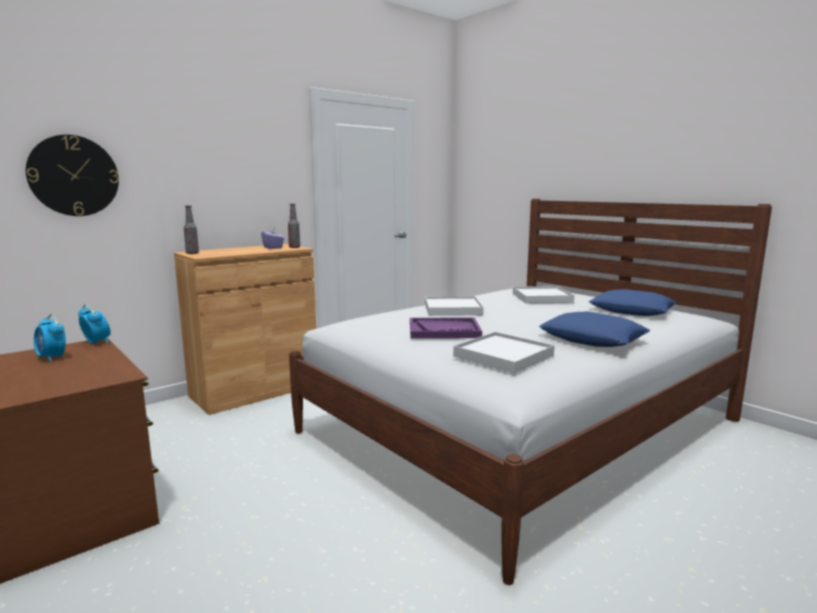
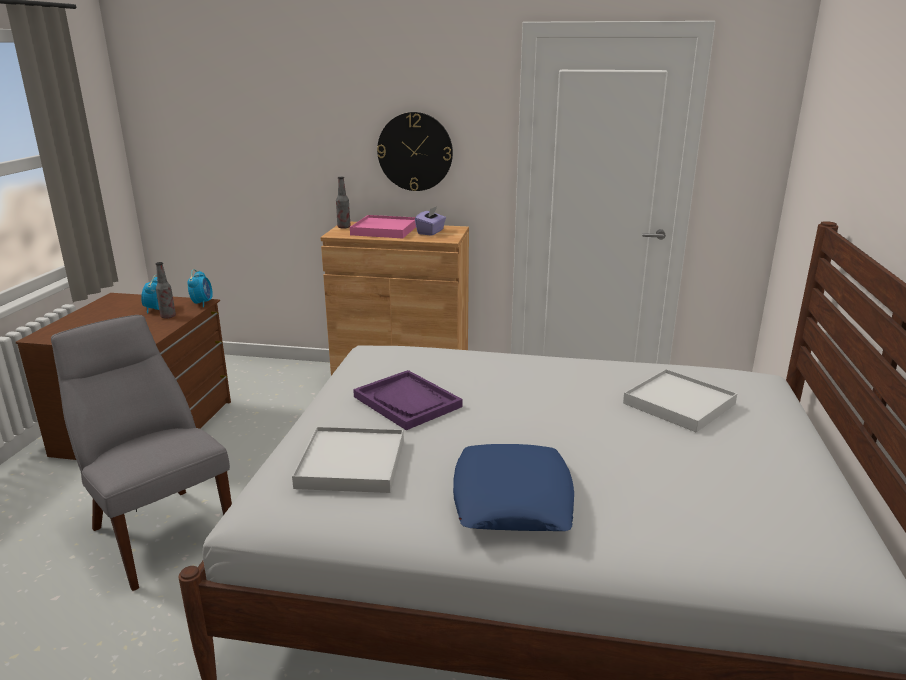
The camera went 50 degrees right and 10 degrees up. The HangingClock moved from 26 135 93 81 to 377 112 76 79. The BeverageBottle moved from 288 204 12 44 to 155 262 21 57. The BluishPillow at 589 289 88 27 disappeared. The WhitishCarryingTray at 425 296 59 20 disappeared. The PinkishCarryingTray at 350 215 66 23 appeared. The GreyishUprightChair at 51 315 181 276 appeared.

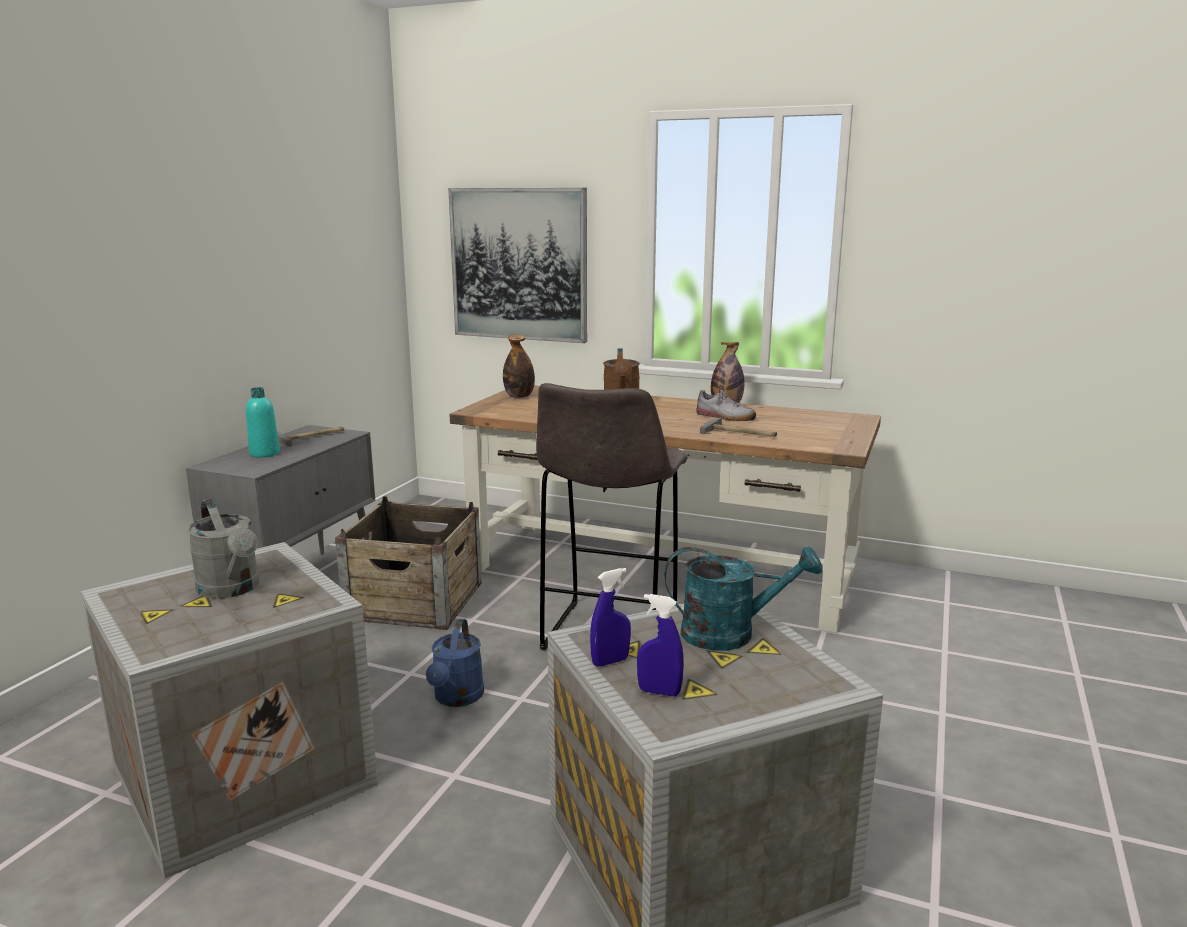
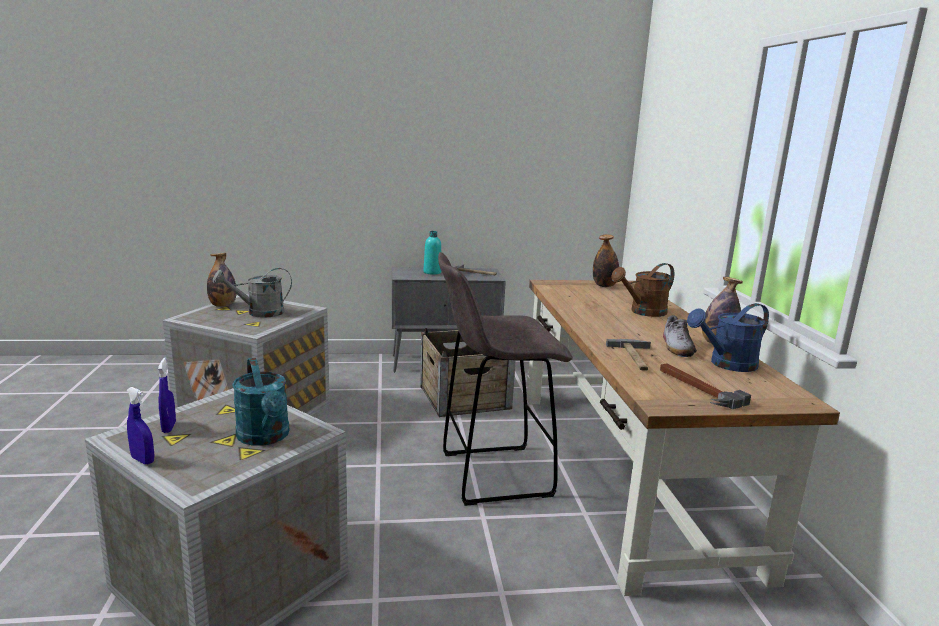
The camera went 60 degrees right and 0 degrees up. The WallArt at 448 188 139 155 disappeared. The GreyishWateringCan at 187 499 73 100 turned 45 degrees clockwise. The BluishSprayer moved from 590 568 41 98 to 127 387 27 77. The BluishWateringCan moved from 426 619 58 88 to 687 303 82 69. The BeverageBottle at 207 253 29 54 appeared. The ToolHammer at 660 363 91 46 appeared.

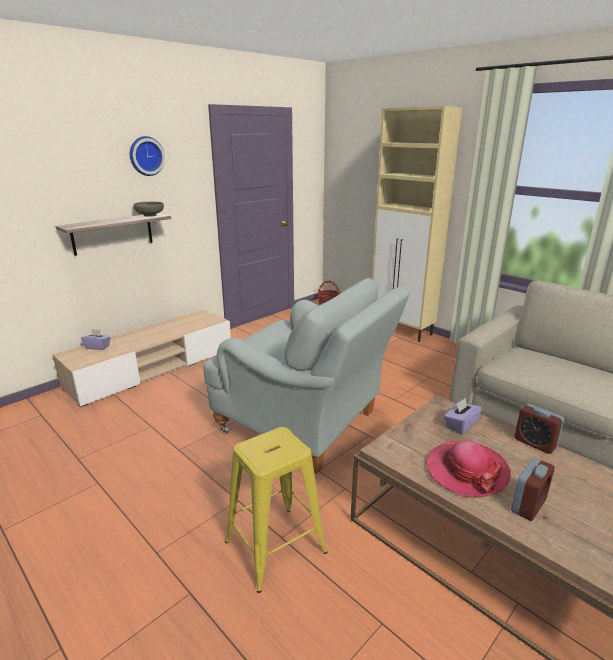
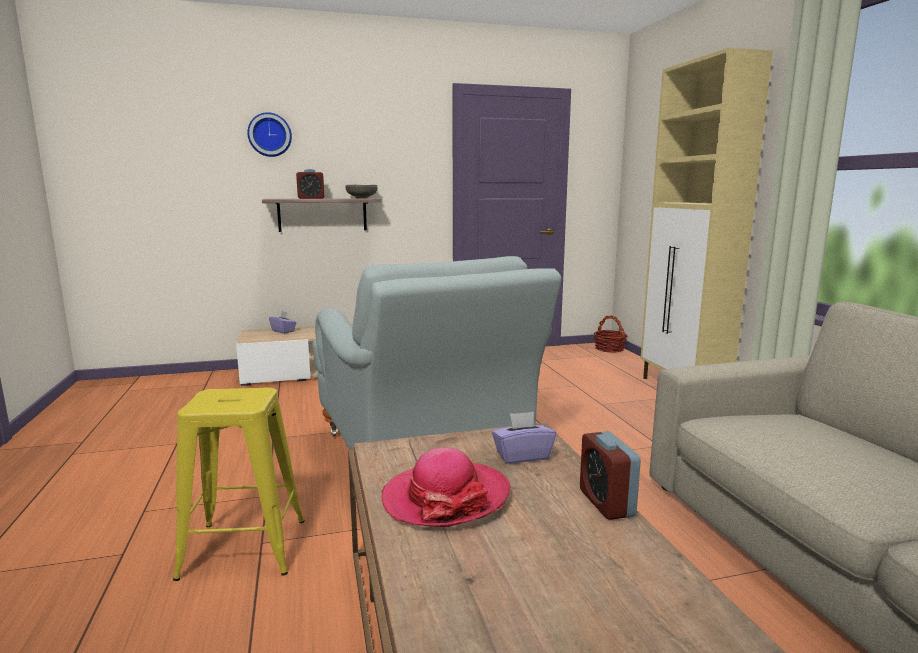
The camera went 30 degrees right and 10 degrees down. The HangingClock moved from 130 136 35 40 to 247 112 45 45. The BedsideClock moved from 511 458 44 63 to 296 169 28 30.

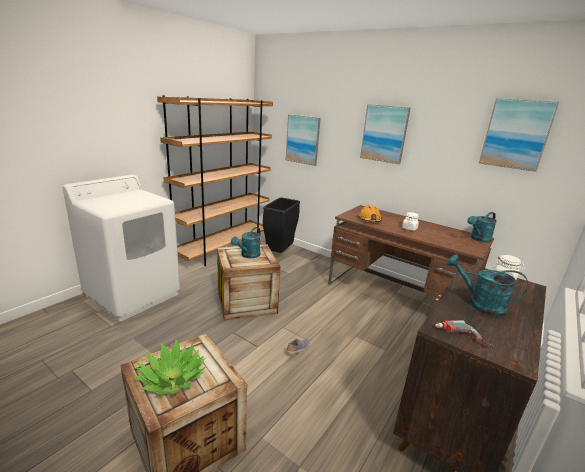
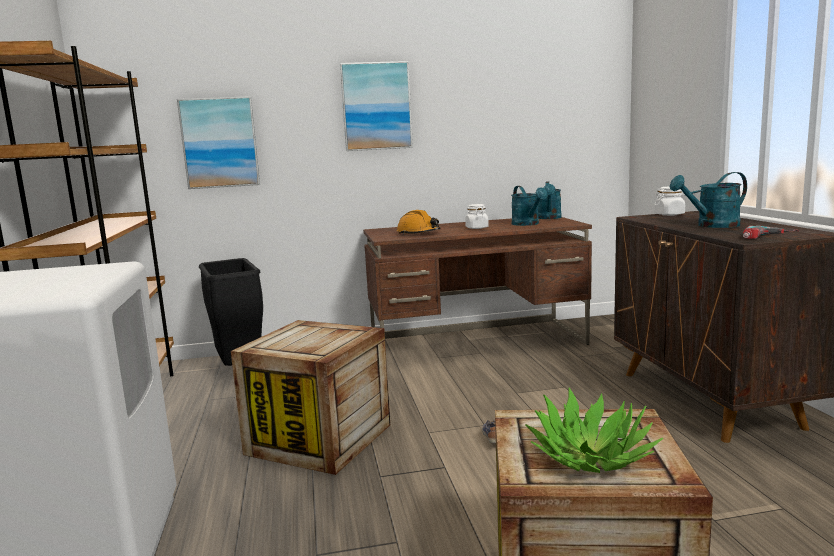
The camera went 45 degrees left and 10 degrees down. The WallArt at 479 98 81 74 disappeared. The TurquoiseColouredWateringCan moved from 231 227 30 31 to 511 186 37 40.

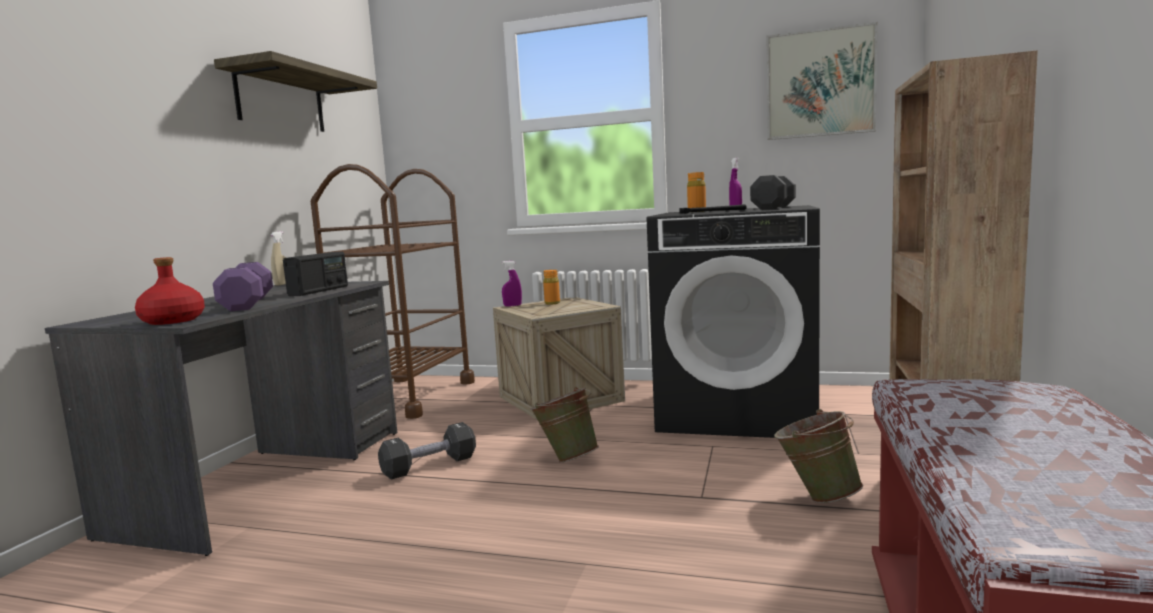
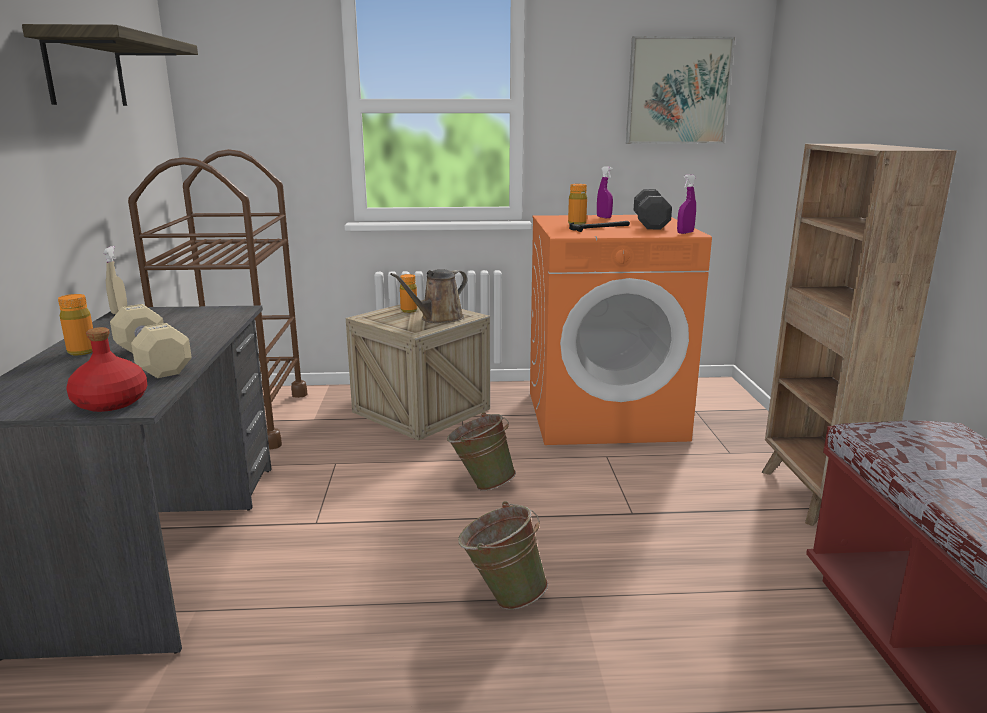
The camera went 20 degrees left and 10 degrees up. The BlackColouredLaundryMachine at 647 205 173 233 became the OrangeColouredLaundryMachine at 530 215 182 230. The RadioSet at 283 252 65 44 disappeared. The PurpleColouredSprayer moved from 502 261 20 46 to 677 175 19 59. The PurpleColouredDumbbell at 213 262 60 49 became the BeigeColouredDumbbell at 110 304 82 74. The GreenPail moved from 774 409 89 94 to 458 501 90 109. The BlackColouredDumbbell at 378 422 98 58 disappeared. The BrownColouredWateringCan at 390 269 77 54 appeared. The OrangeColouredBeverageBottle at 58 294 35 61 appeared.

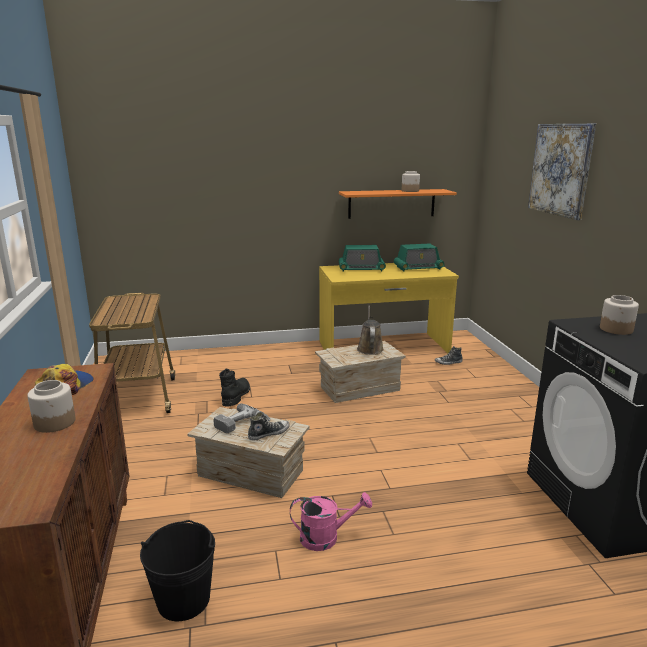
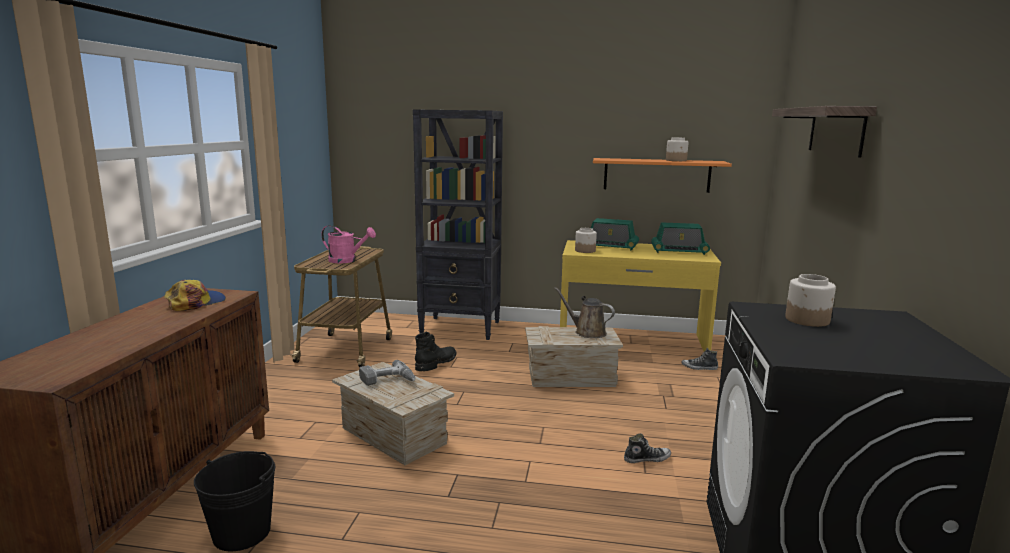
The camera went 20 degrees right and 5 degrees down. The WallArt at 528 123 68 97 was replaced by the BracketShelf at 772 106 105 52. The BrownColouredWateringCan at 357 305 27 50 turned 75 degrees counterclockwise. The PreserveJar moved from 27 380 49 53 to 575 228 22 25. The Shoe moved from 248 412 42 28 to 624 433 47 30. The PinkishWateringCan moved from 290 492 82 59 to 321 225 55 38. The BlackColouredBookshelf at 413 109 90 231 appeared.

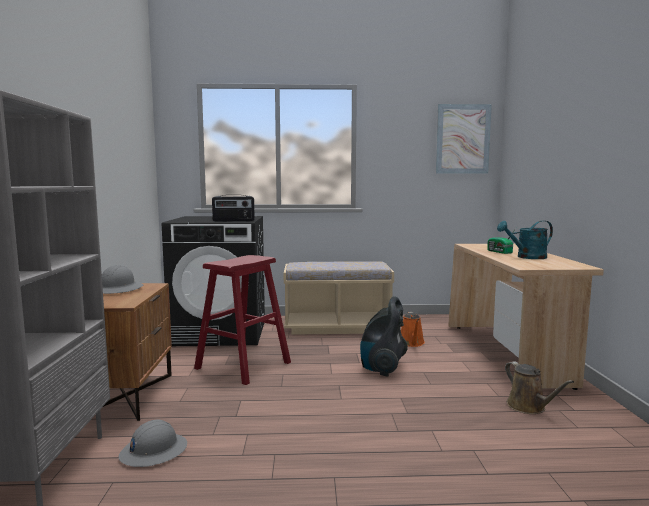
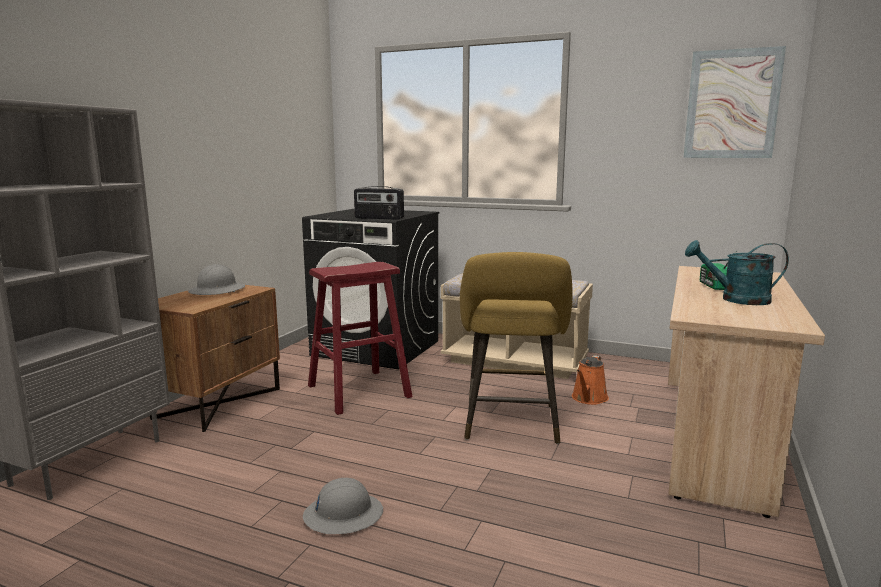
The camera went 25 degrees right and 5 degrees up. The VacuumCleaner at 360 296 48 81 was replaced by the YellowishStoolSeat at 460 252 113 192. The BrownColouredWateringCan at 505 362 69 52 disappeared. The GreyishSafetyHelmet moved from 119 419 68 48 to 303 478 80 56.

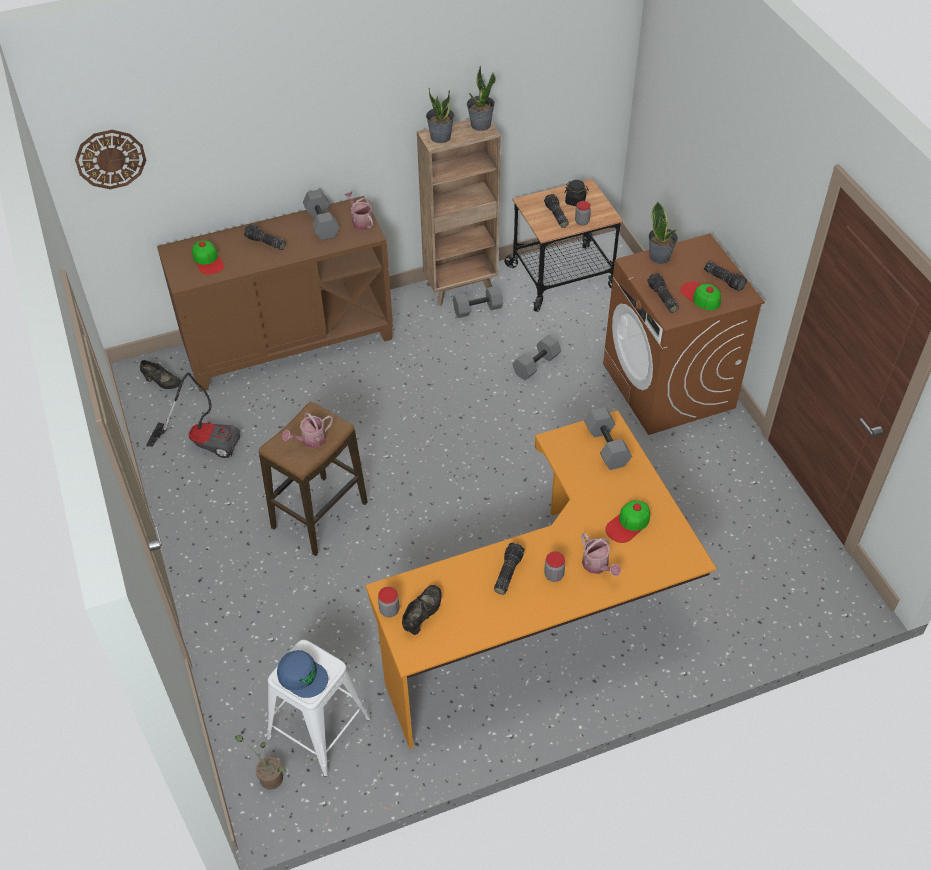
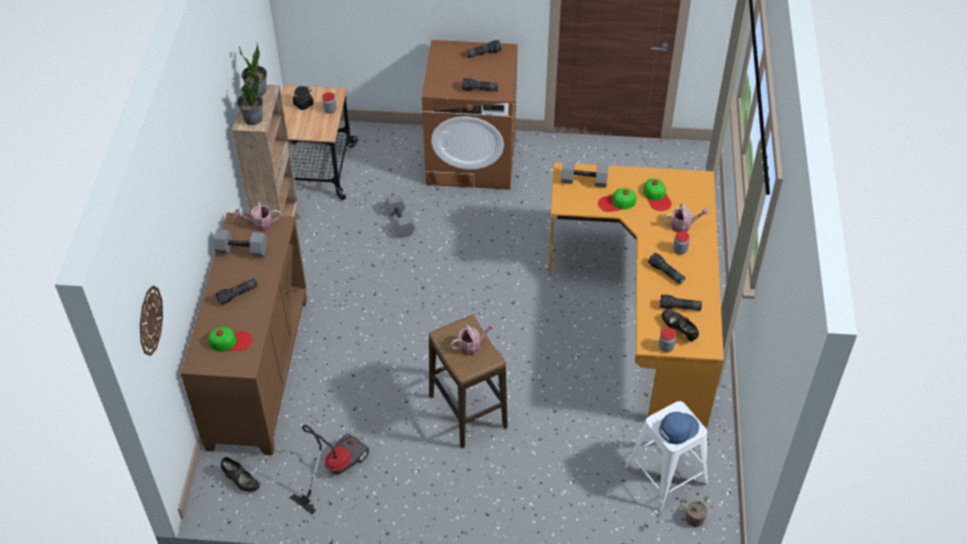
The camera went 65 degrees left and 0 degrees up. The Flashlight moved from 544 194 25 34 to 660 294 42 17. The PlantInAPot at 648 201 30 63 disappeared. The Cap moved from 680 282 41 28 to 598 188 38 24. The GreyishDumbbell at 453 285 50 33 disappeared. The BlackColouredShoe at 140 360 41 29 turned 75 degrees clockwise. The WateringCan at 282 412 51 36 turned 105 degrees counterclockwise.

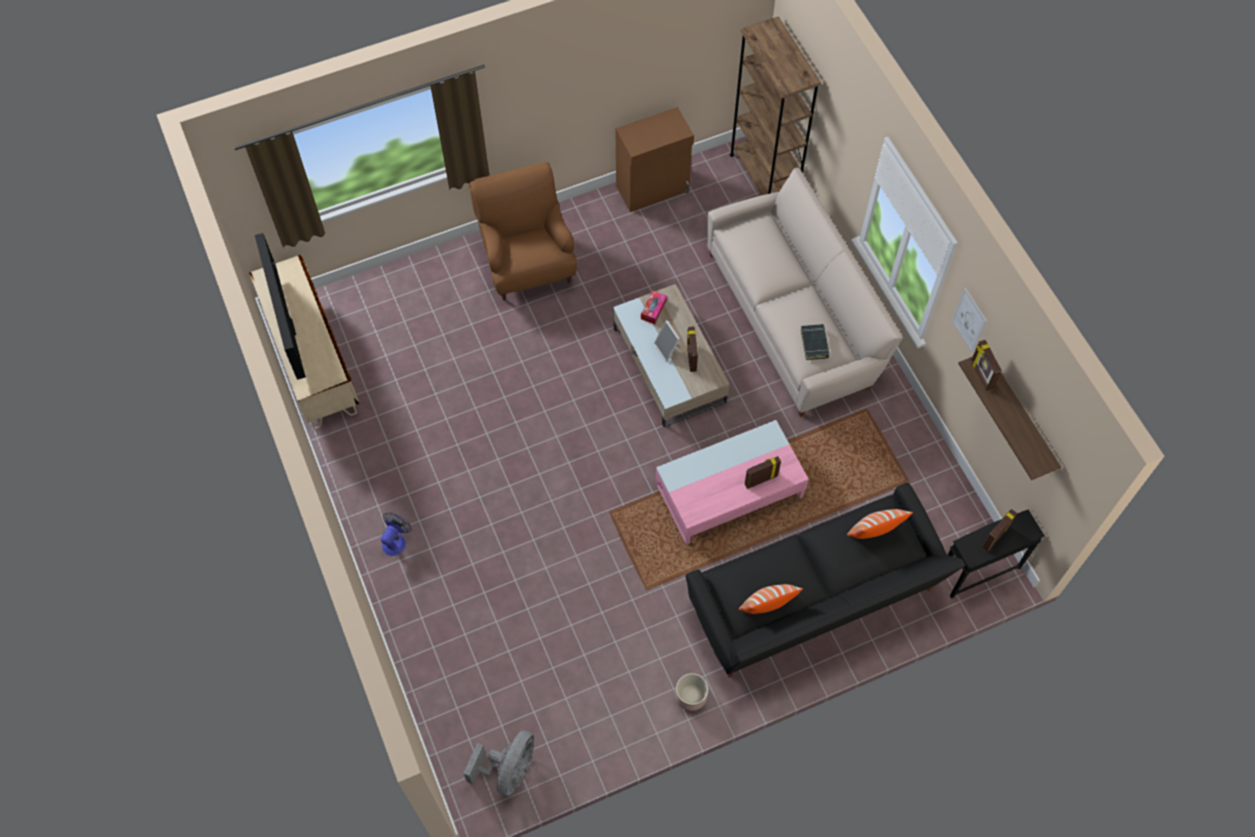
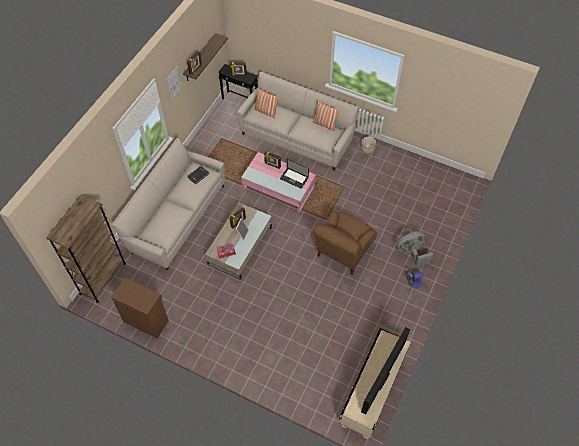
The camera went 130 degrees left and 5 degrees down. The BrownColouredArmchair moved from 469 162 108 139 to 313 211 64 64. The BlackColouredSettee at 686 483 279 195 became the BeigeColouredSettee at 237 72 122 99. The GreyishFan moved from 463 731 71 65 to 396 232 37 35. The NotebookComputer at 280 159 29 30 appeared.

